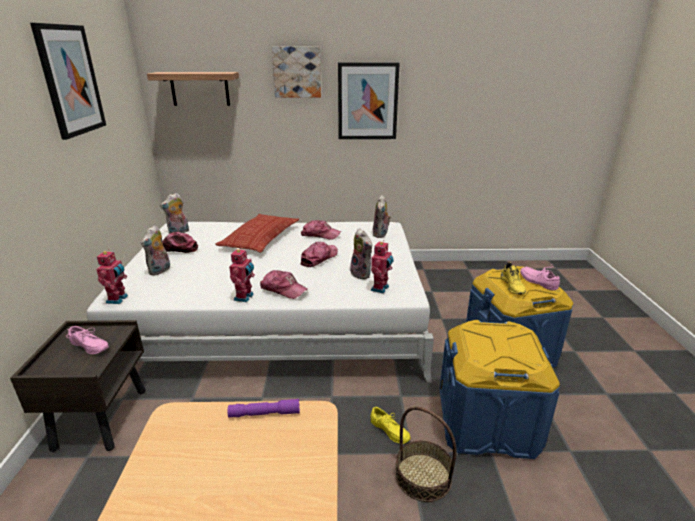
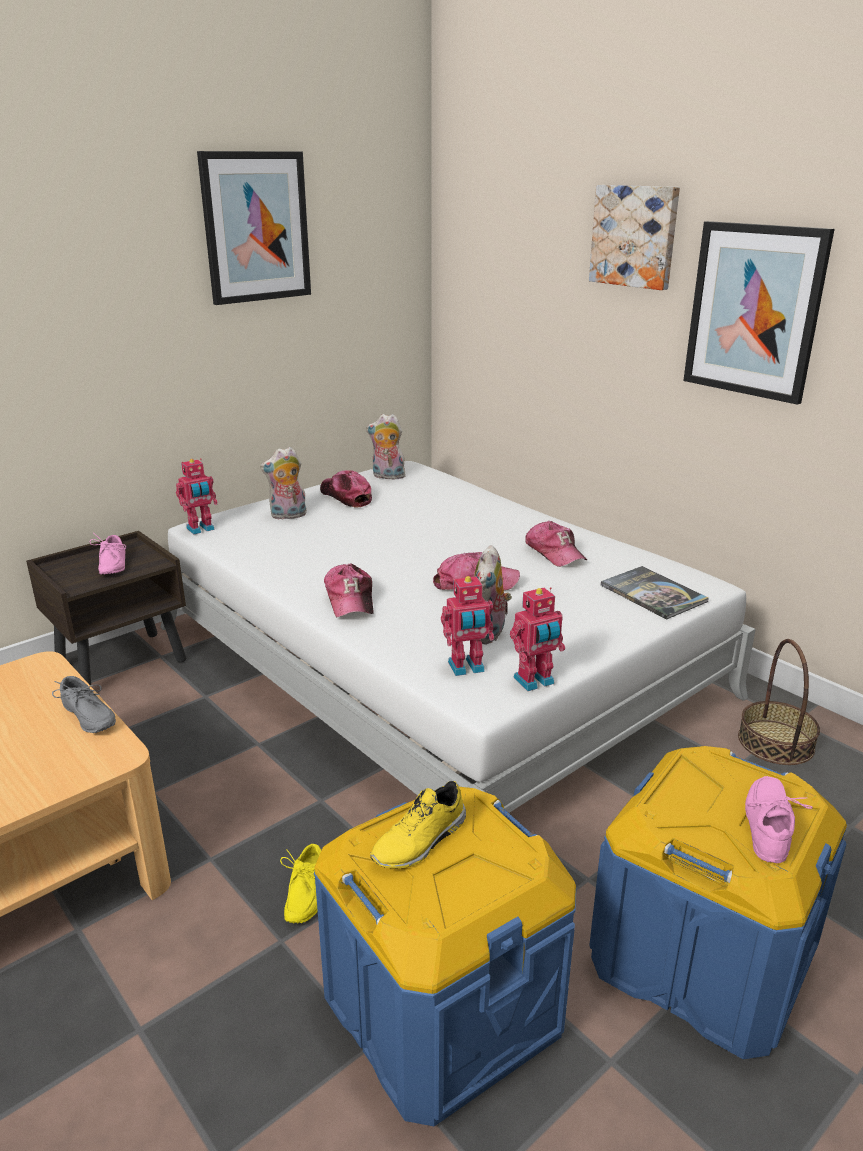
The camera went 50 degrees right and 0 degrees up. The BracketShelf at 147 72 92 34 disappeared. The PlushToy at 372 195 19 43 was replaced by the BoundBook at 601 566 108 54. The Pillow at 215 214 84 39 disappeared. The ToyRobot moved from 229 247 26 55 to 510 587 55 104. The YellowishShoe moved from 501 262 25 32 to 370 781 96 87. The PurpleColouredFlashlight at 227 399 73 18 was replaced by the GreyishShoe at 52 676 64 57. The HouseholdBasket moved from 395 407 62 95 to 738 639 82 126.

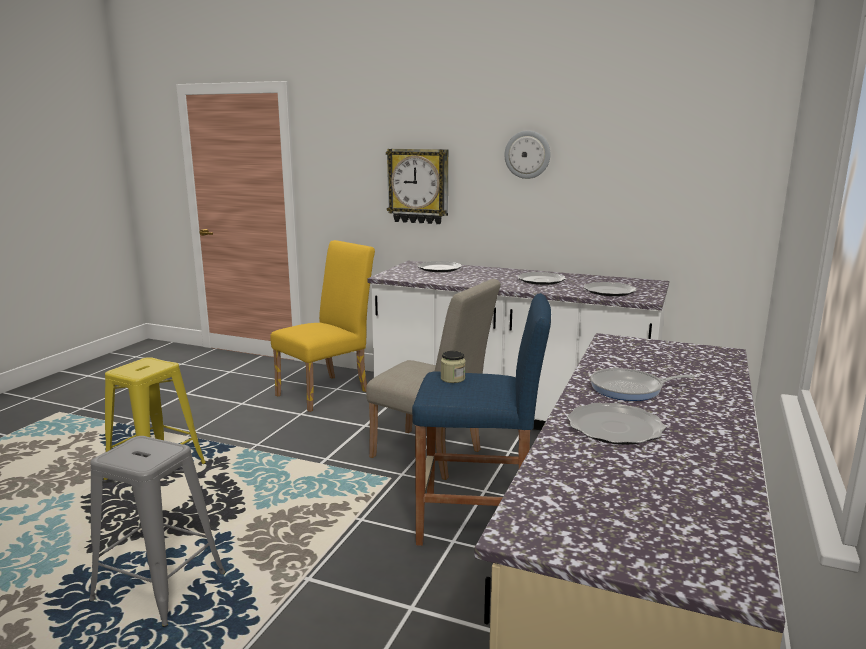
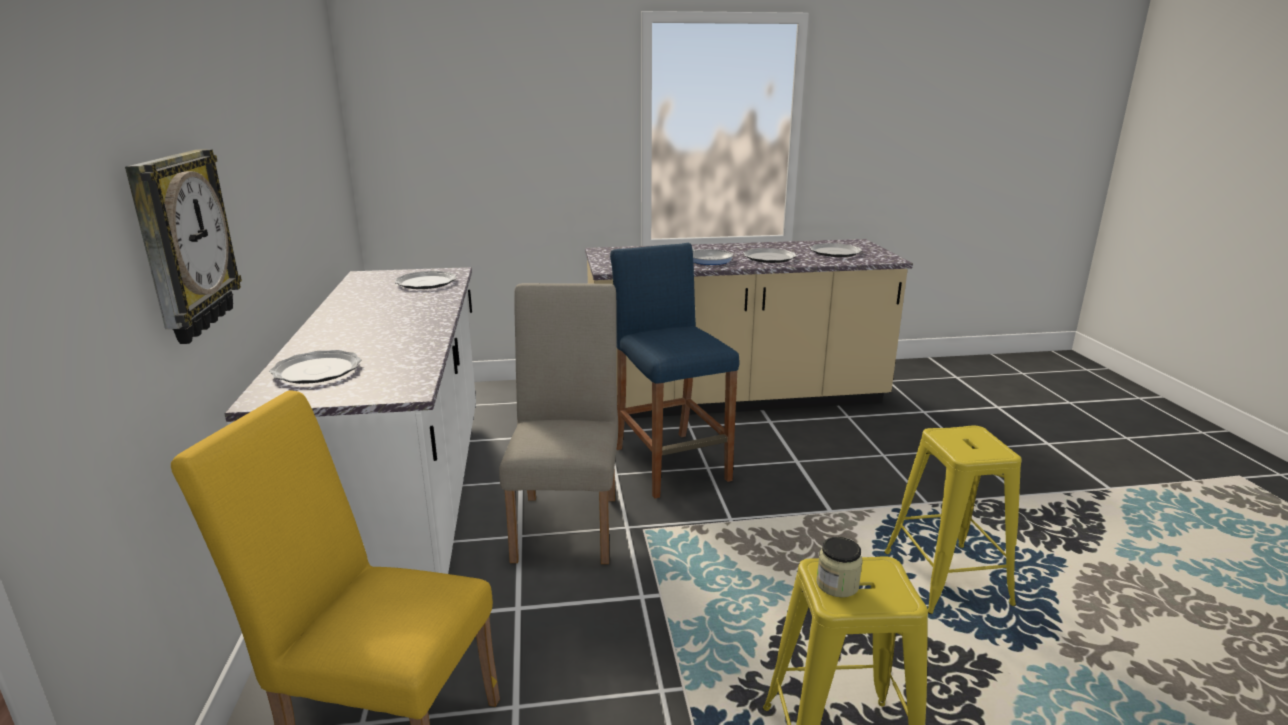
The camera went 120 degrees left and 5 degrees up. The HangingClock at 505 130 45 49 disappeared. The FlatDish moved from 517 272 49 13 to 809 243 54 14. The PreserveJar moved from 441 351 25 32 to 816 537 47 60. The GreyishStoolSeat at 89 436 137 191 became the YellowishStoolSeat at 884 425 138 189.

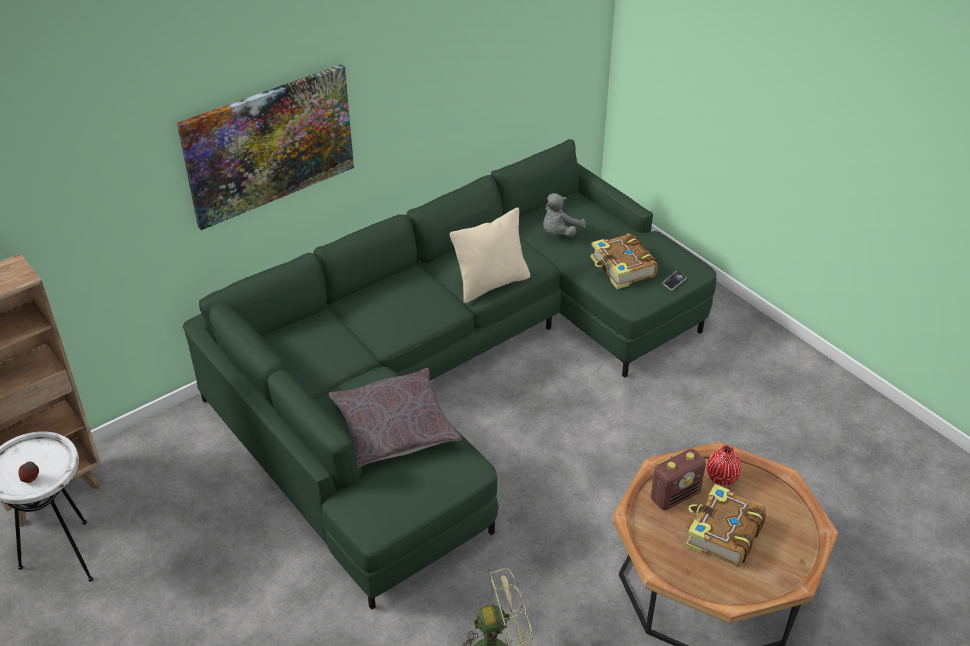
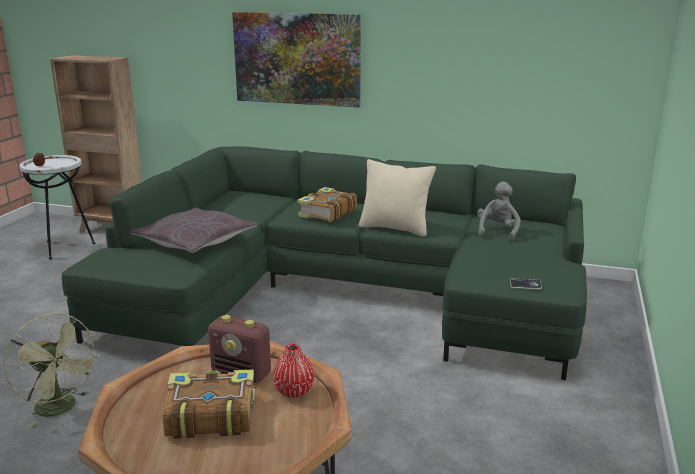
The camera went 55 degrees right and 20 degrees down. The GreyishPlushToy at 543 193 43 44 turned 105 degrees clockwise. The BoundBook moved from 591 233 66 56 to 298 187 59 35.

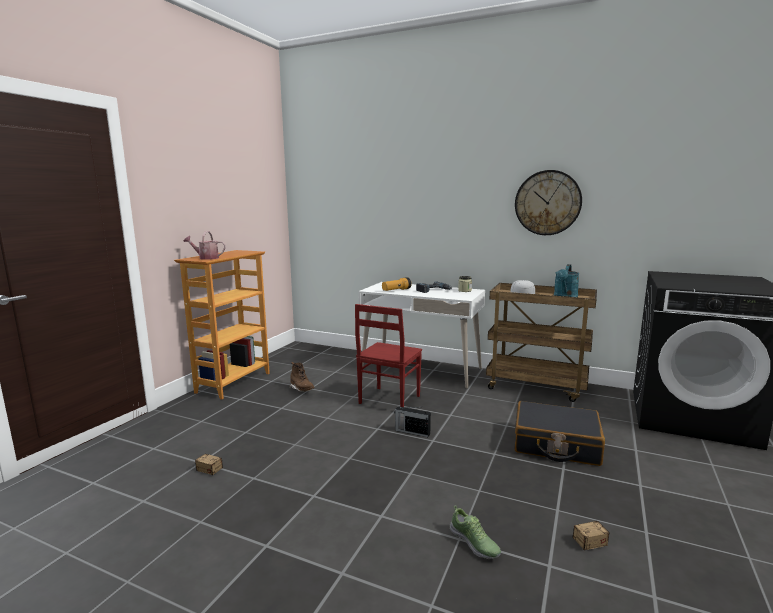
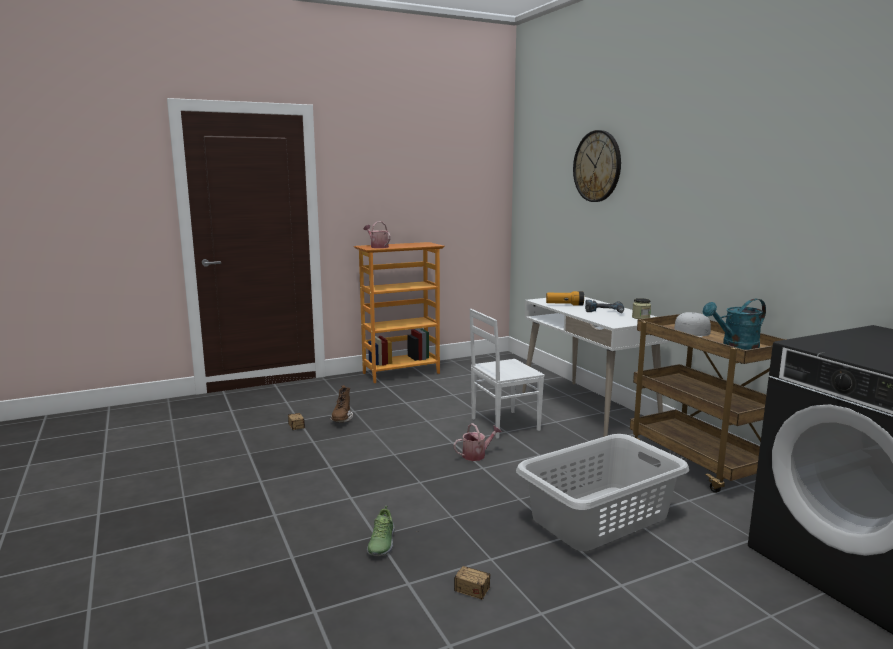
The camera went 40 degrees right and 0 degrees up. The HangingClock moved from 515 170 67 65 to 573 130 48 72. The RedColouredUprightChair at 355 304 67 103 became the WhitishUprightChair at 470 309 75 129. The BrownColouredHighTopBoot moved from 289 362 25 30 to 330 385 23 37. The BlackColouredPieceOfLuggage at 515 401 90 65 was replaced by the GreyishHamper at 516 434 173 117. The RadioSet at 394 406 37 31 was replaced by the WateringCan at 453 423 49 38.

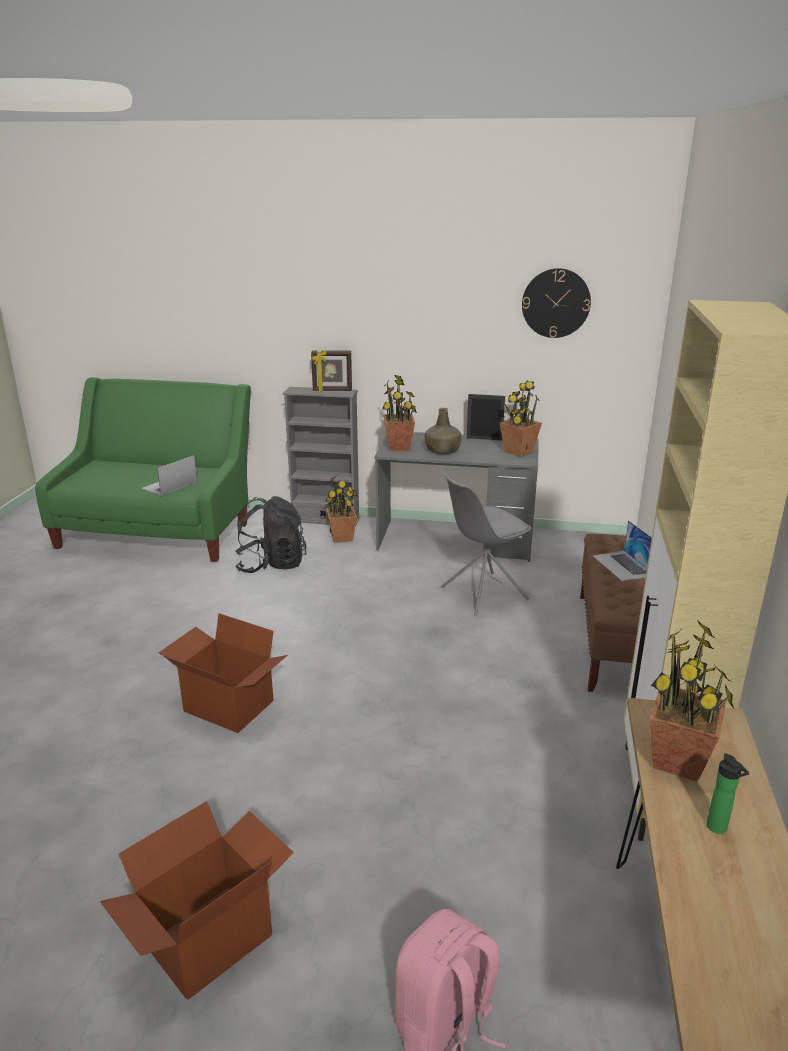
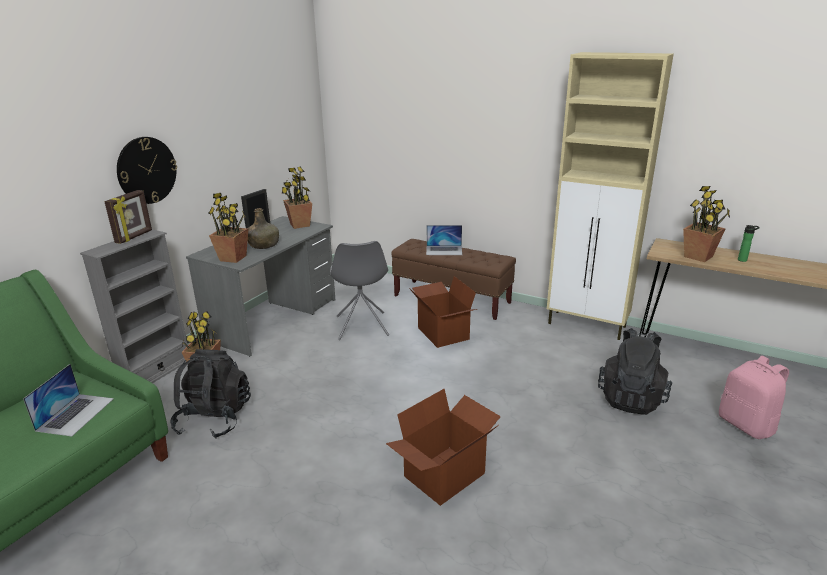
The camera went 70 degrees left and 0 degrees up. The HangingClock moved from 522 268 69 70 to 117 137 60 67. The NotebookComputer at 141 455 56 41 turned 135 degrees counterclockwise. The Carton moved from 100 801 194 199 to 408 276 69 72. The BlackColouredRucksack at 598 328 74 87 appeared.

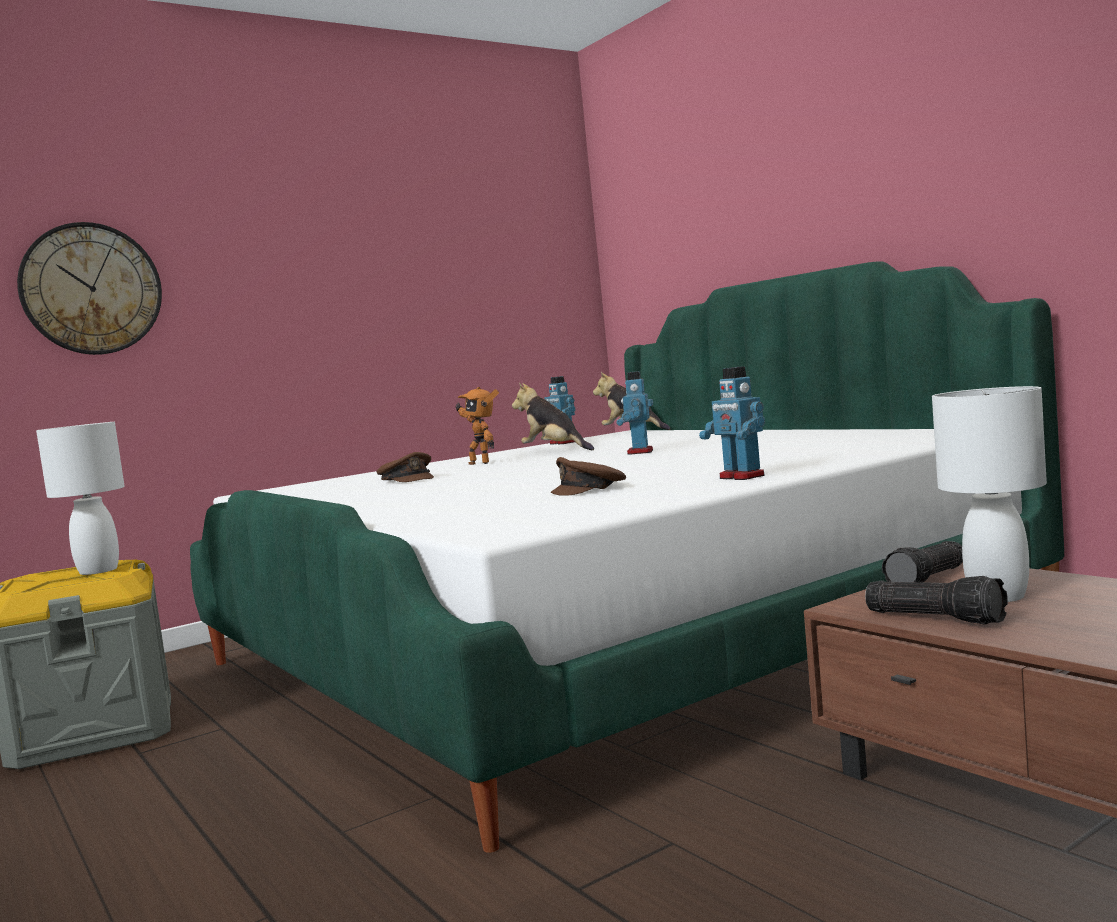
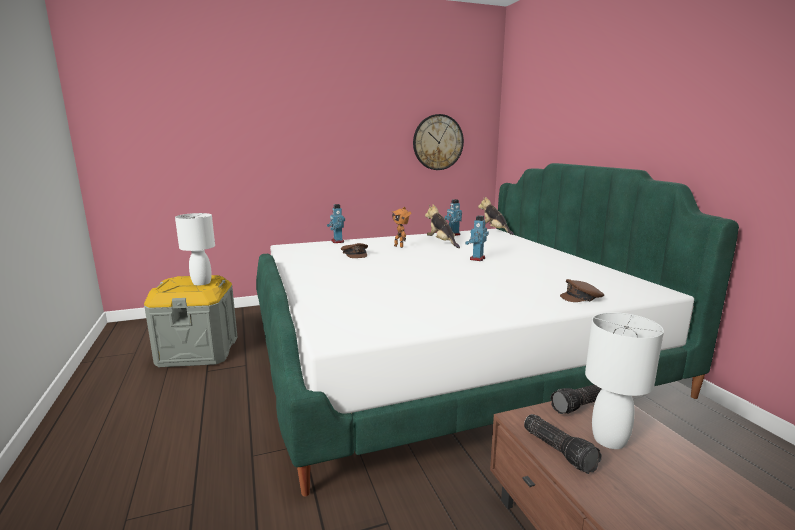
The camera went 15 degrees right and 10 degrees up. The HangingClock moved from 17 222 145 133 to 413 114 51 56. The ToyRobot moved from 699 366 66 114 to 327 204 18 39. The BrownColouredCap moved from 550 457 76 39 to 560 279 44 23.

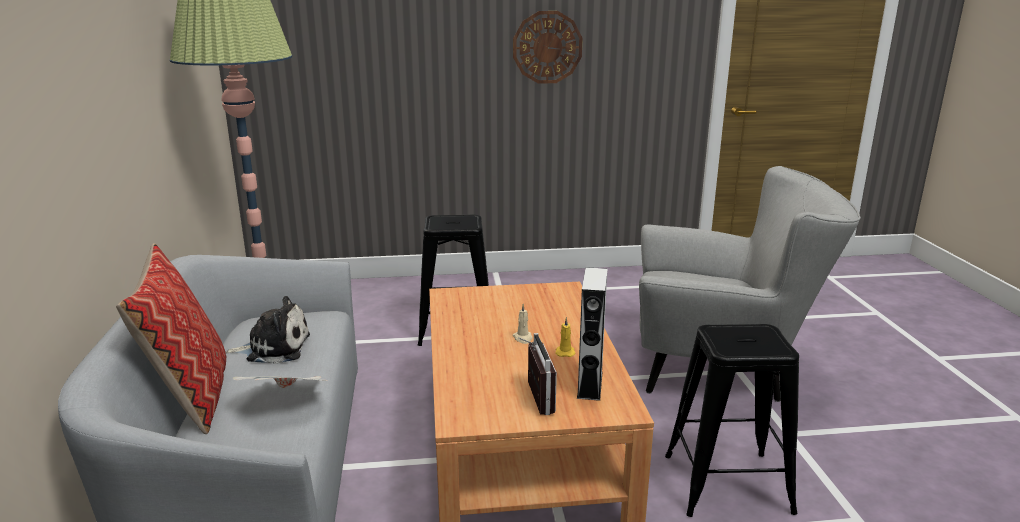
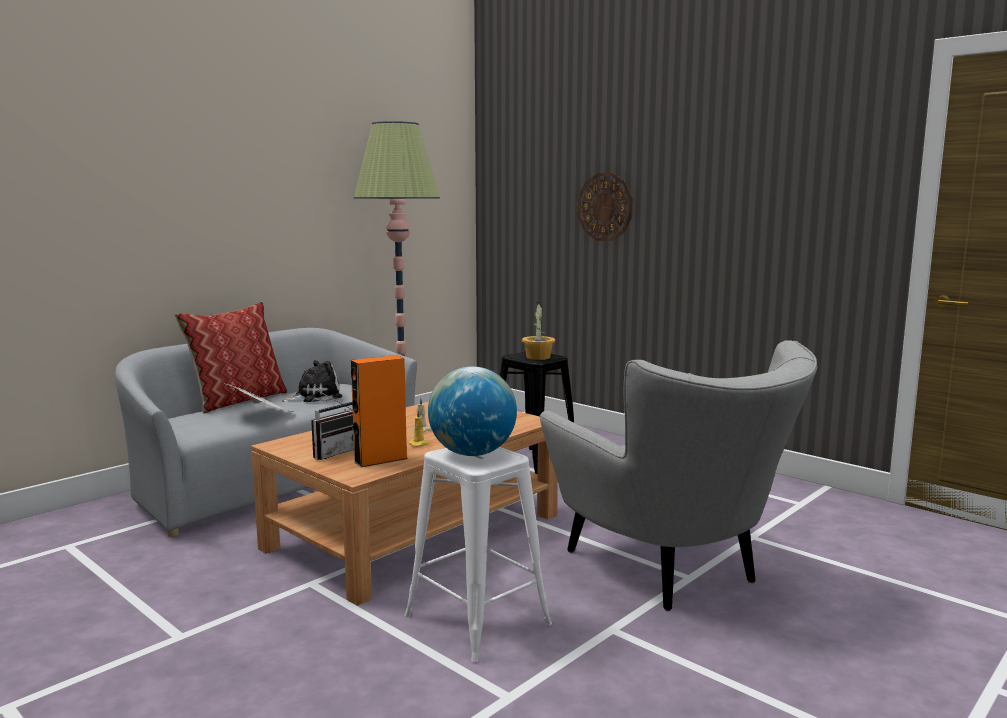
The camera went 50 degrees right and 10 degrees down. The HangingClock moved from 513 11 70 73 to 577 173 56 68. The GreyishAudioSpeaker at 577 267 30 134 became the OrangeColouredAudioSpeaker at 351 355 57 112. The PlushToy at 225 296 85 68 turned 75 degrees counterclockwise. The BlackColouredStoolSeat at 665 324 134 193 became the WhitishStoolSeat at 404 447 148 215. The PlantInAPot at 522 302 33 58 appeared. The DeskGlobe at 428 366 89 90 appeared.

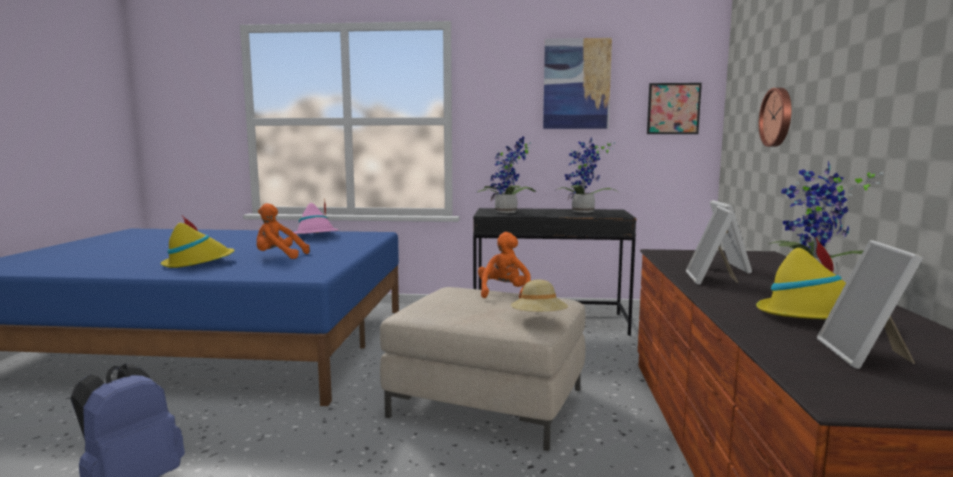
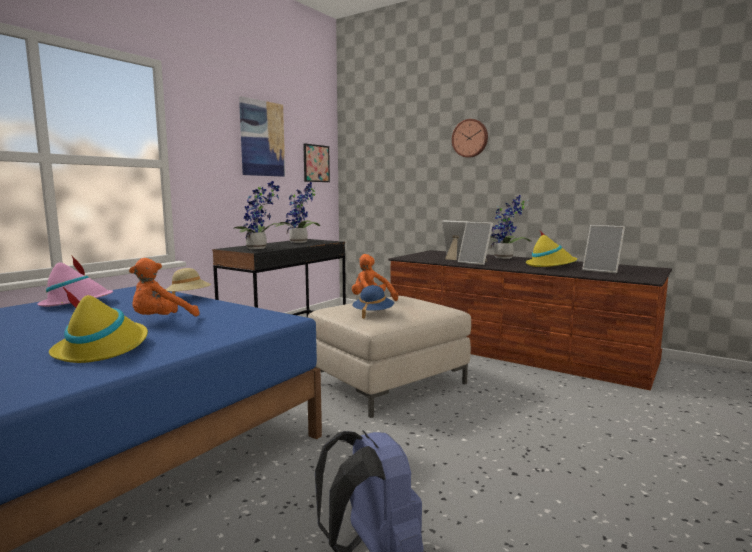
The camera went 60 degrees left and 0 degrees up. The HangingClock moved from 759 88 32 59 to 452 119 36 39. The BeigeColouredWearableHat moved from 511 280 57 32 to 165 268 46 27. The BluishWearableHat at 352 285 42 34 appeared.

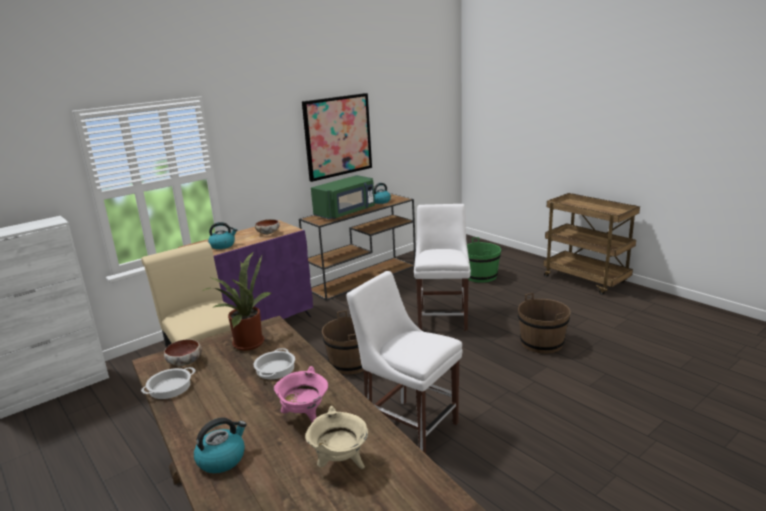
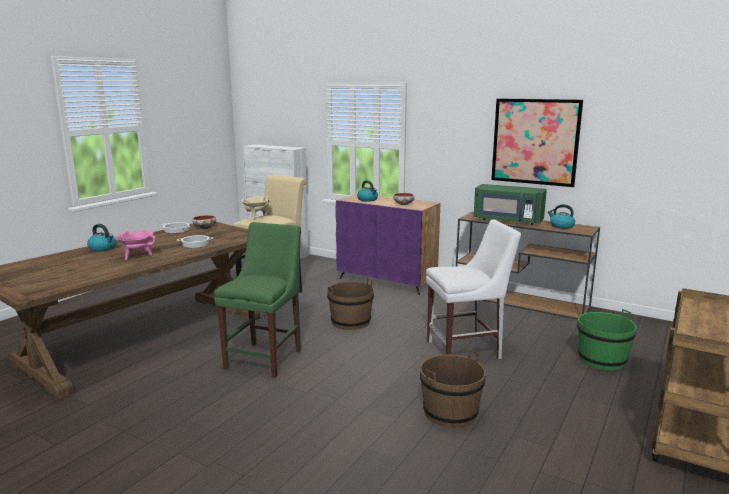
The camera went 70 degrees right and 5 degrees down. The PlantInAPot at 202 252 69 99 disappeared. The WhitishUprightChair at 346 271 116 183 became the GreenUprightChair at 214 222 87 156. The BeigeColouredSaucepot moved from 305 406 63 63 to 241 195 29 25.

